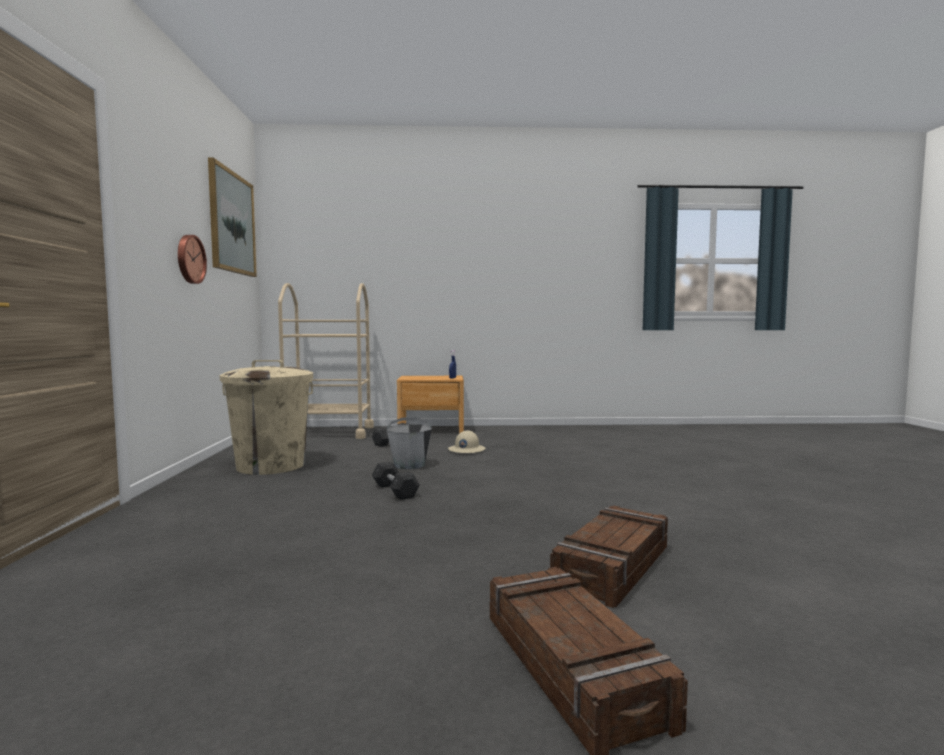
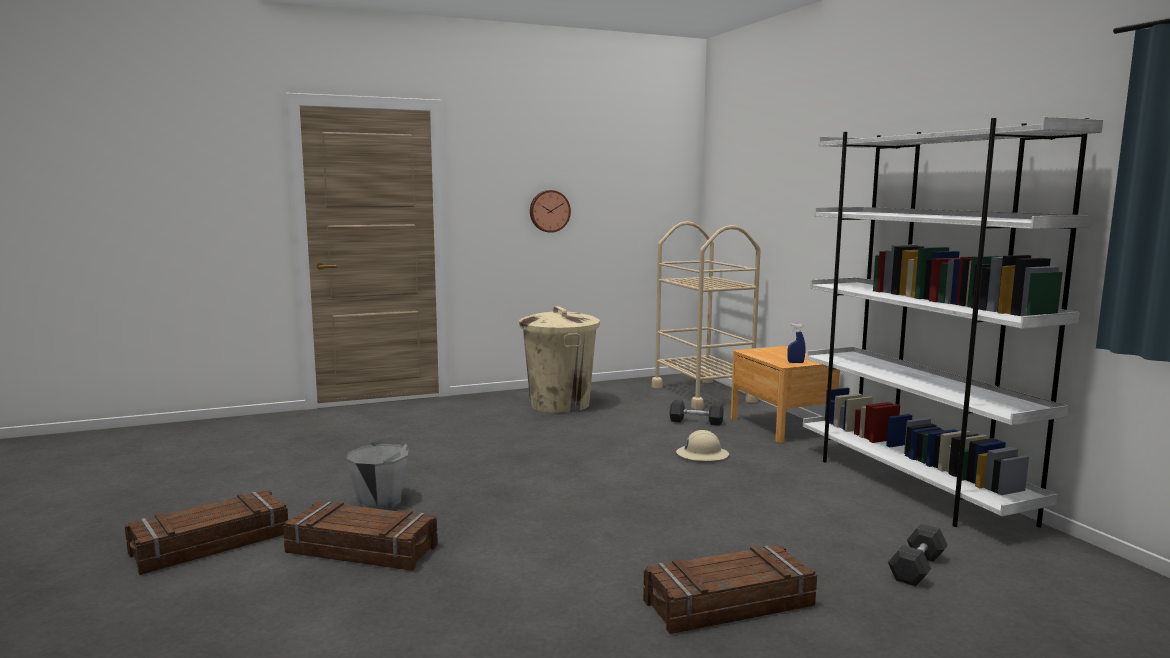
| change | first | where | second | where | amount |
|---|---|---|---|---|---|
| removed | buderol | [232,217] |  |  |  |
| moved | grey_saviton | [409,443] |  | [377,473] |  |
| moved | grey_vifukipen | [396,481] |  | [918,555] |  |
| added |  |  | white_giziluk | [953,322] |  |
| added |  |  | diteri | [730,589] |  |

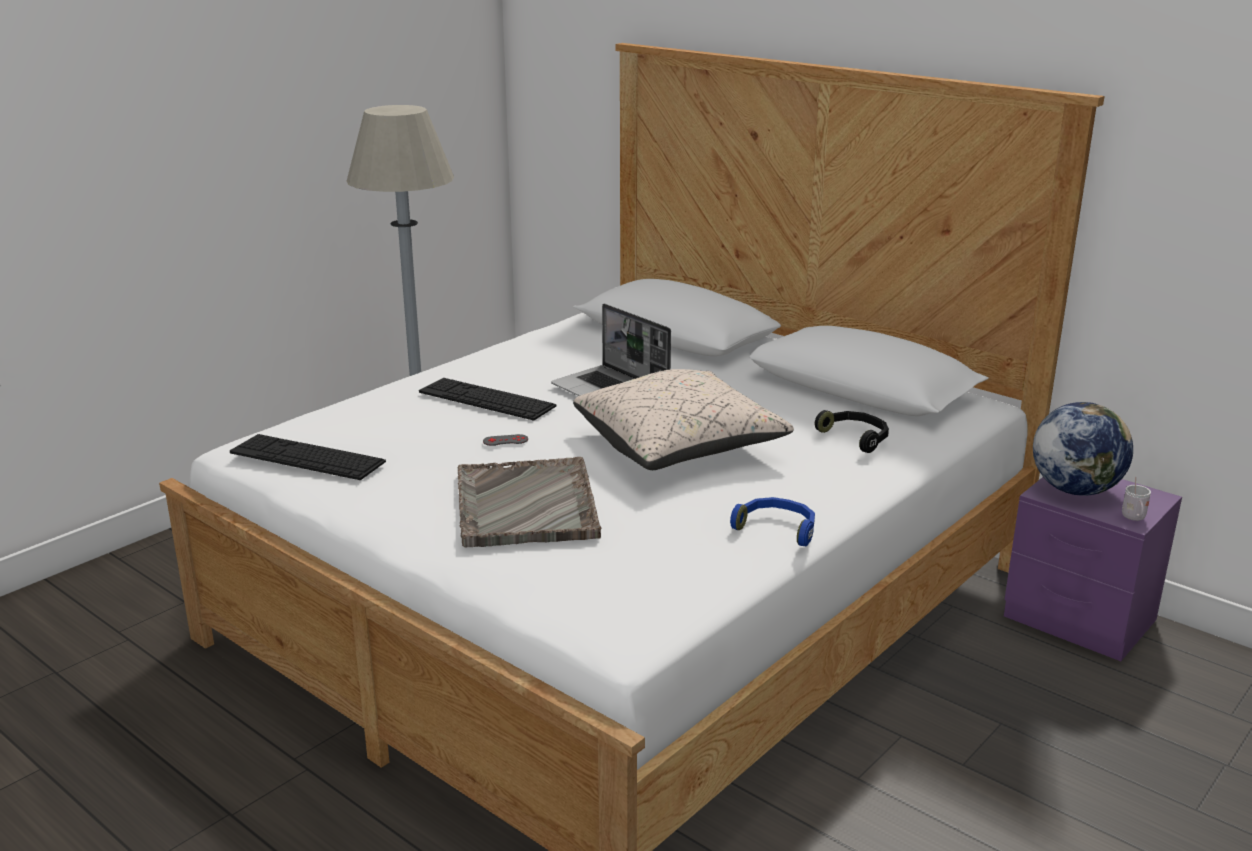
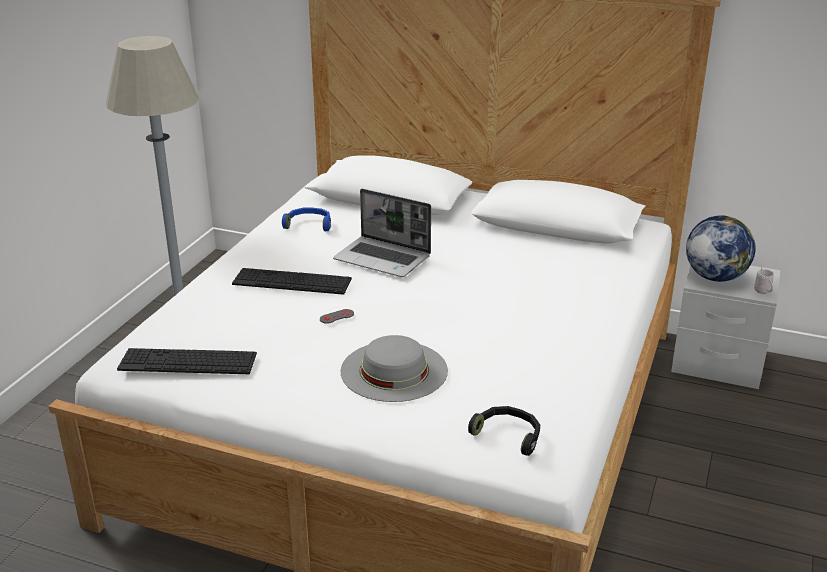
| change | first | where | second | where | amount |
|---|---|---|---|---|---|
| removed | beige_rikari | [683,419] |  |  |  |
| moved | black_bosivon | [852,431] |  | [504,431] |  |
| replaced | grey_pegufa | [529,502] | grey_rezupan | [394,368] |  |
| recoloured | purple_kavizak | [1093,569] | grey_kavizak | [726,327] |  |
| moved | blue_bosivon | [772,521] |  | [306,219] |  |

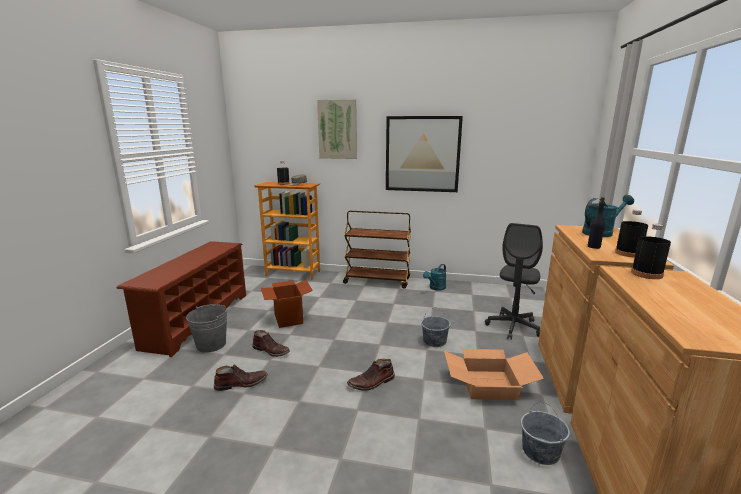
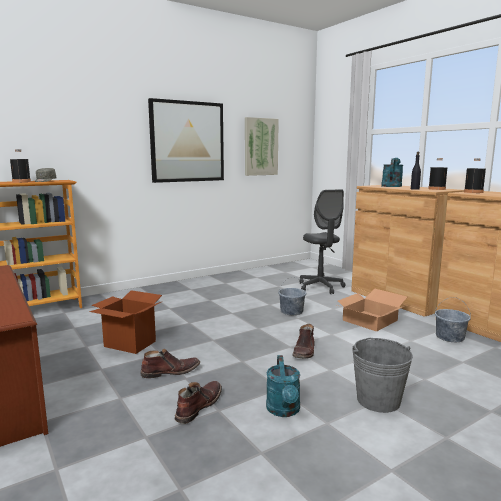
| change | first | where | second | where | amount |
|---|---|---|---|---|---|
| moved | buderol | [337,129] |  | [262,146] |  |
| removed | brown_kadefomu | [377,249] |  |  |  |
| moved | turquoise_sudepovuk | [435,277] |  | [283,386] |  |
| moved | grey_saviton | [206,328] |  | [382,375] |  |

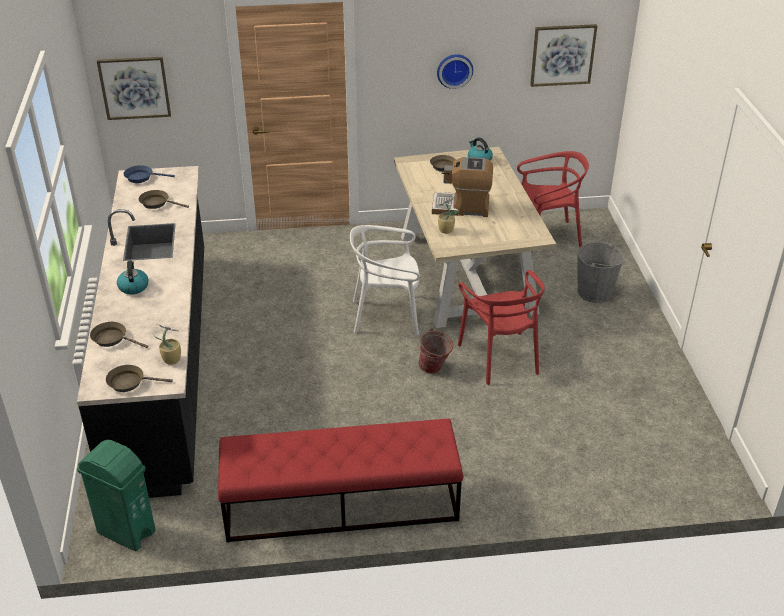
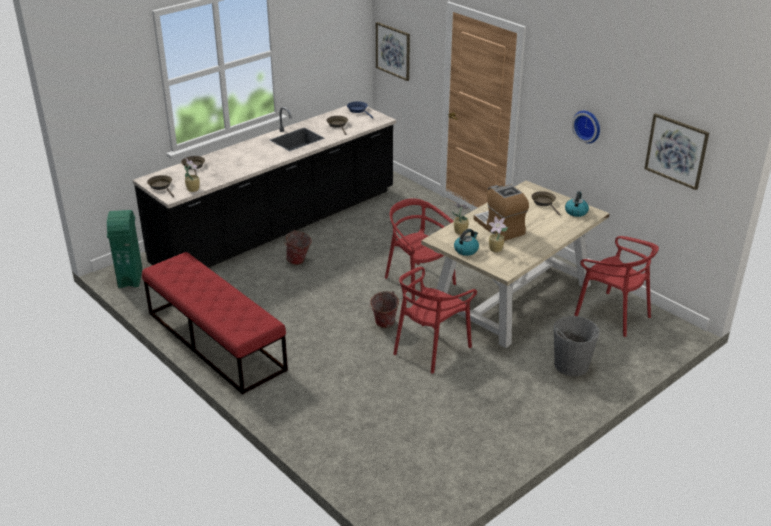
| change | first | where | second | where | amount |
|---|---|---|---|---|---|
| recoloured | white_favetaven | [385,280] | red_favetaven | [420,249] |  |
| moved | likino | [133,278] |  | [466,242] |  |
| added |  |  | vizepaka | [498,234] |  |
| added |  |  | saviton | [298,247] |  |

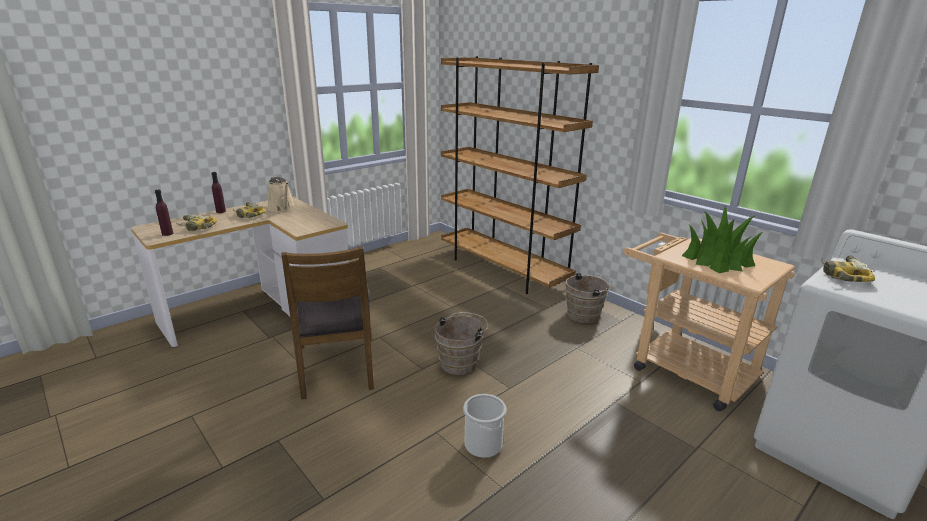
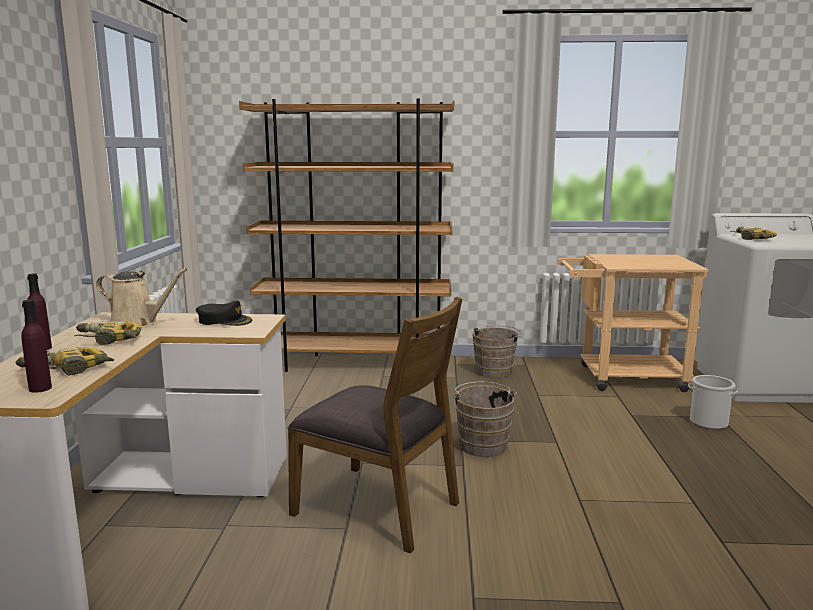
| change | first | where | second | where | amount |
|---|---|---|---|---|---|
| removed | vizepaka | [722,239] |  |  |  |
| moved | saviton | [485,426] |  | [713,402] |  |
| added |  |  | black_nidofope | [224,313] |  |

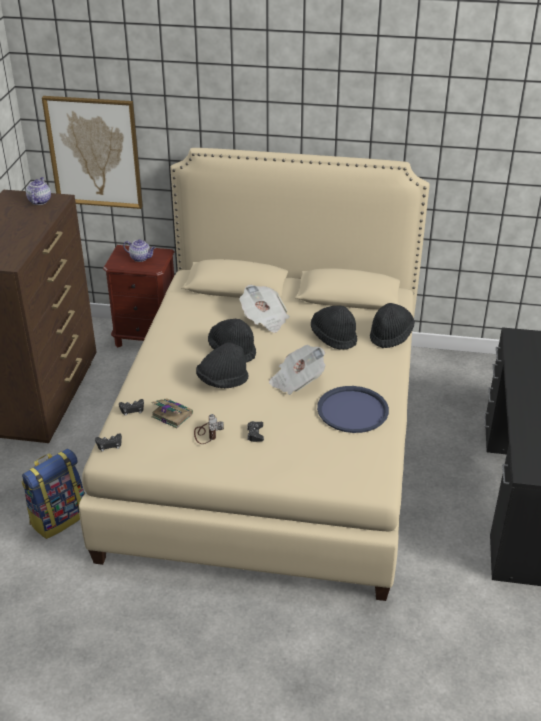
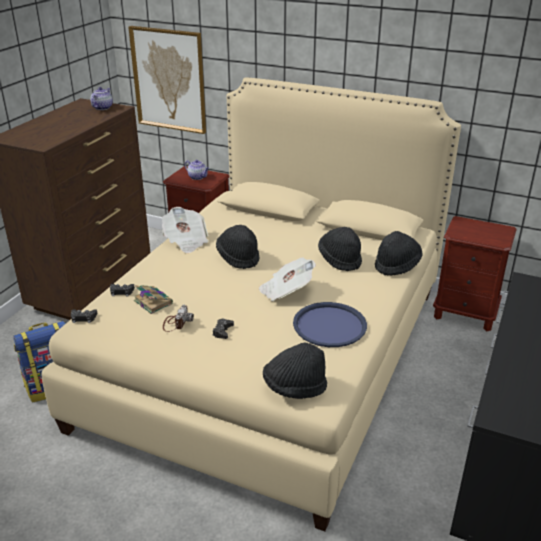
| change | first | where | second | where | amount |
|---|---|---|---|---|---|
| moved | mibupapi | [265,309] |  | [185,230] |  |
| moved | black_rezupan | [222,365] |  | [295,370] |  |
| added |  |  | brown_kavizak | [475,273] |  |

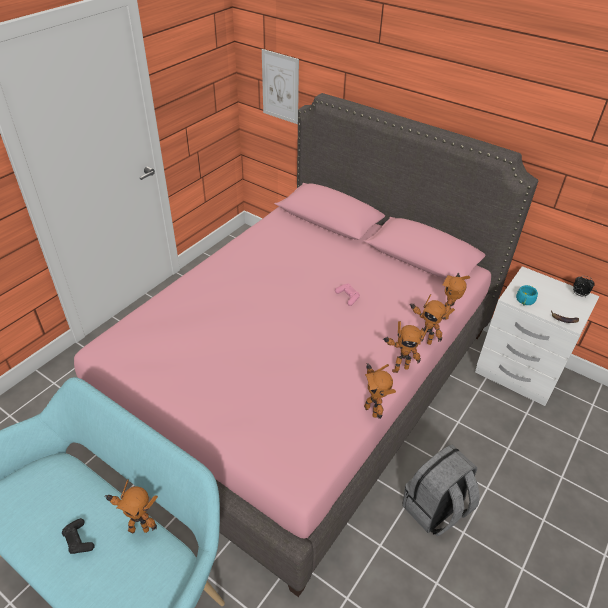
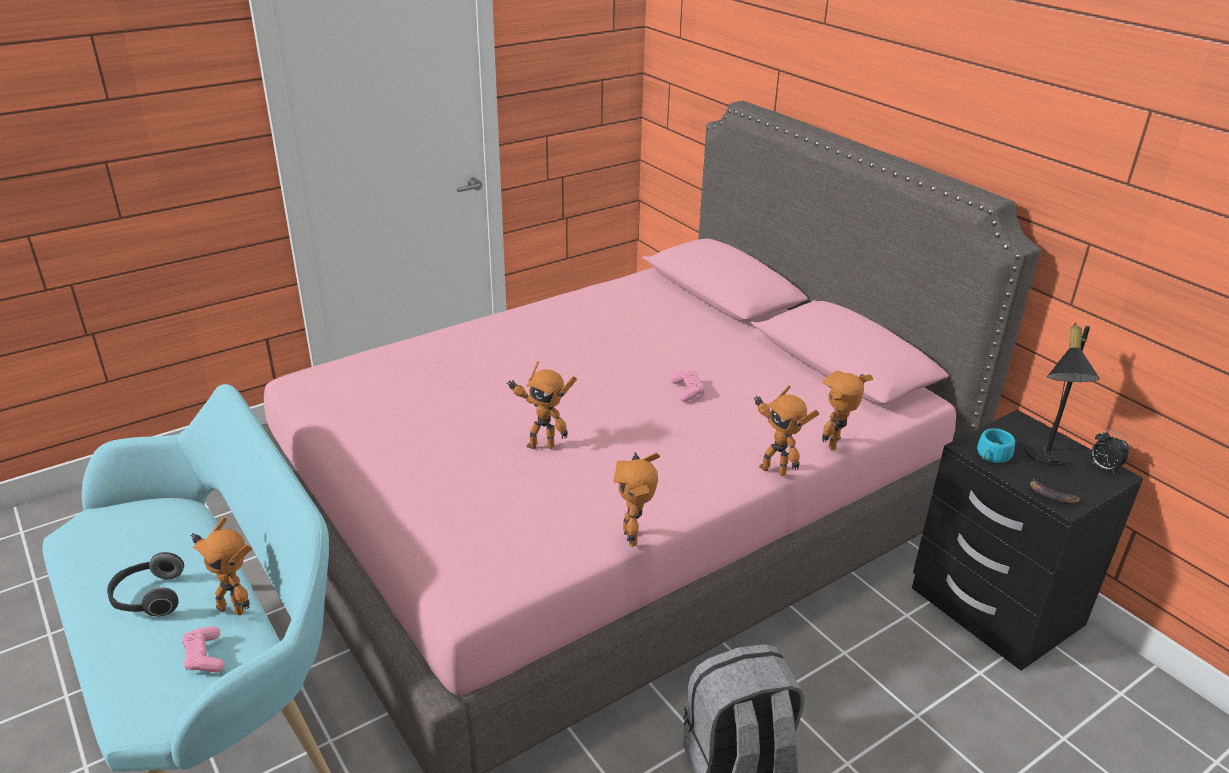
| change | first | where | second | where | amount |
|---|---|---|---|---|---|
| removed | buderol | [280,86] |  |  |  |
| recoloured | white_kavizak | [537,336] | black_kavizak | [1027,540] |  |
| moved | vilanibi | [405,347] |  | [541,405] |  |
| replaced | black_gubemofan | [78,536] | bosivon | [145,584] |  |
| added |  |  | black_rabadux | [1062,394] |  |
| added |  |  | pink_gubemofan | [203,649] |  |

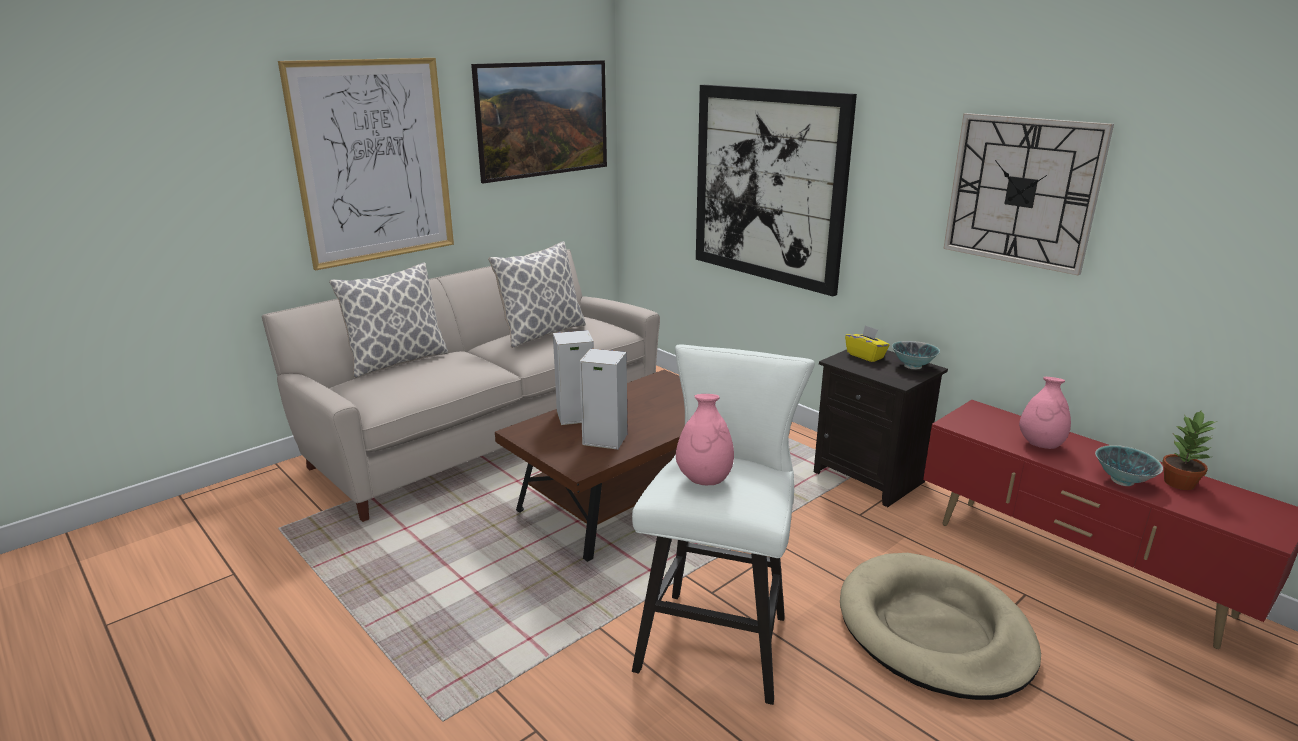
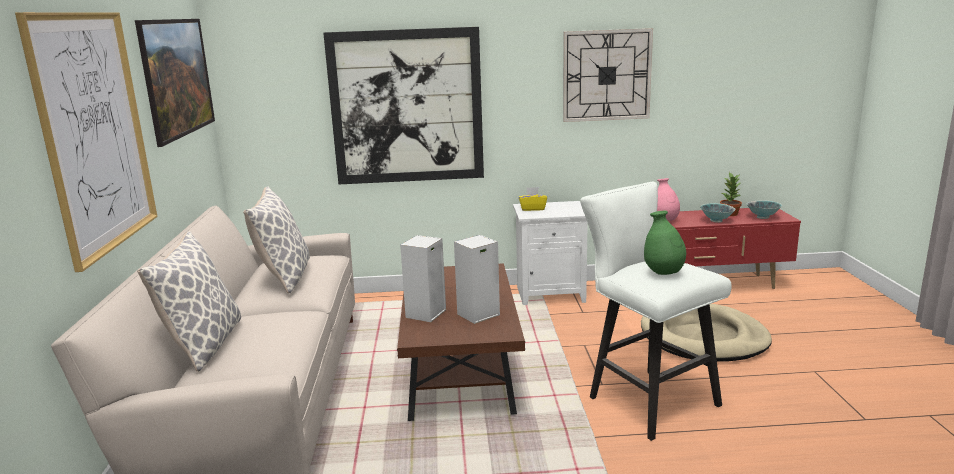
| change | first | where | second | where | amount |
|---|---|---|---|---|---|
| moved | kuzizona | [916,355] |  | [764,210] |  |
| recoloured | black_kavizak | [881,428] | white_kavizak | [550,253] |  |
| recoloured | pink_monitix | [705,439] | green_monitix | [665,243] |  |

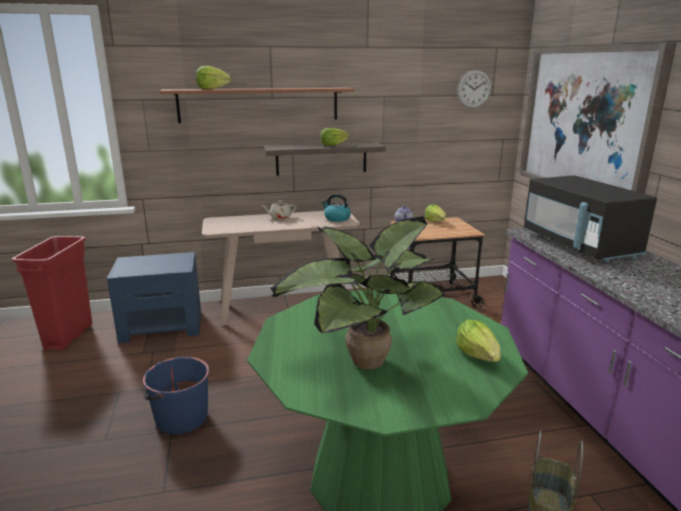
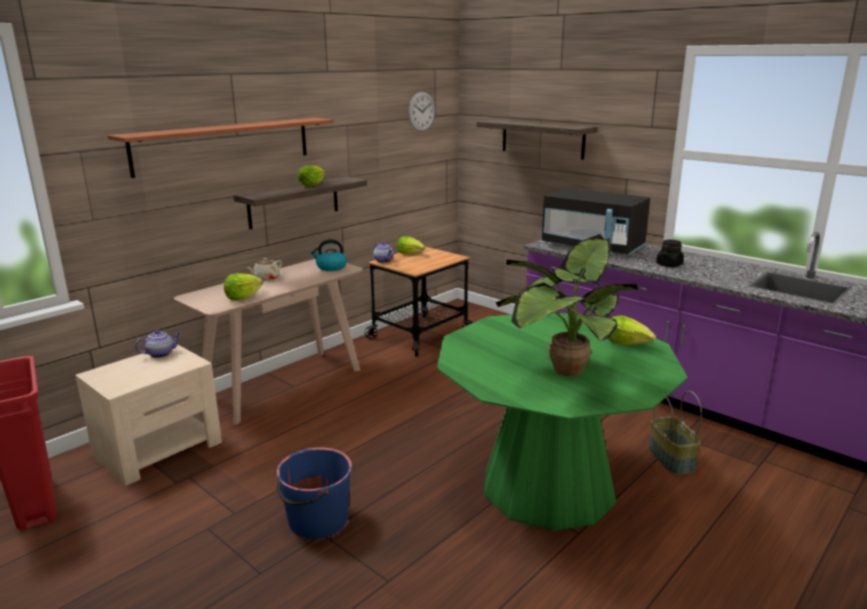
| change | first | where | second | where | amount |
|---|---|---|---|---|---|
| replaced | buderol | [598,118] | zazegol | [537,139] |  |
| moved | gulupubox | [214,77] |  | [243,287] |  |
| recoloured | blue_kavizak | [154,298] | beige_kavizak | [148,415] |  |
| added |  |  | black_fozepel | [670,253] |  |
| added |  |  | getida | [158,344] |  |

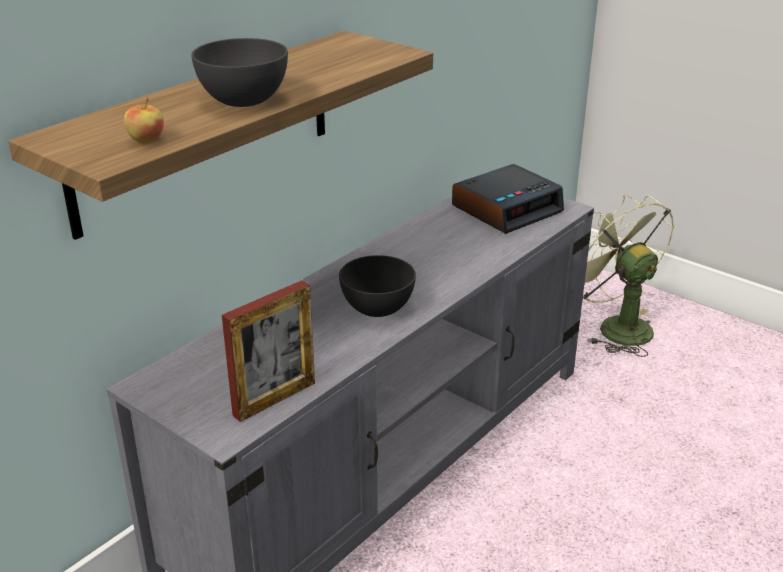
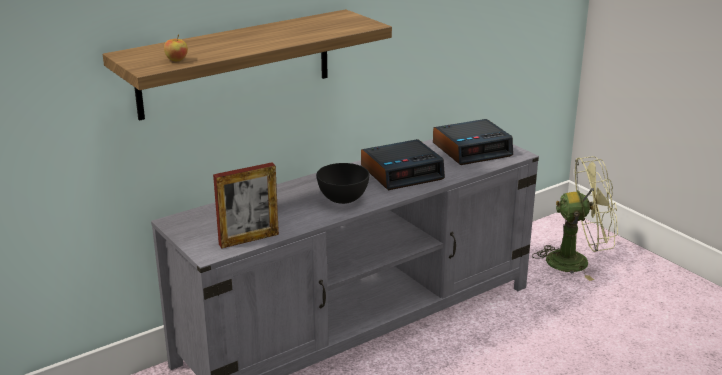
| change | first | where | second | where | amount |
|---|---|---|---|---|---|
| removed | grey_kuzizona | [239,72] |  |  |  |
| turned | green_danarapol | [628,275] |  | [575,218] | 105 degrees clockwise |
| added |  |  | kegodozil | [403,164] |  |

